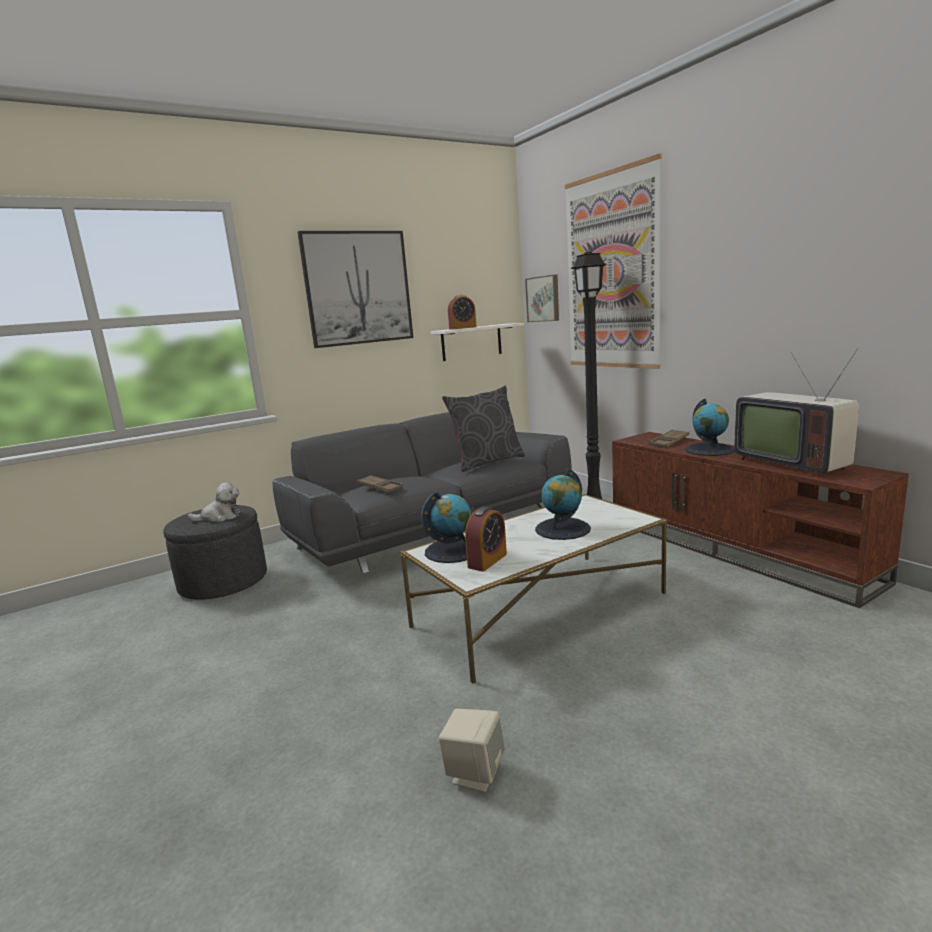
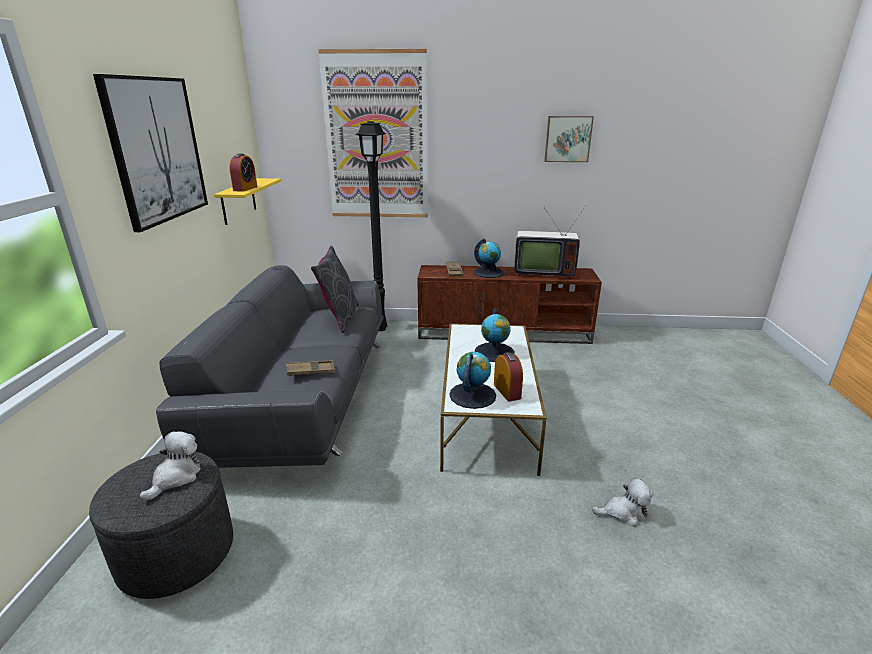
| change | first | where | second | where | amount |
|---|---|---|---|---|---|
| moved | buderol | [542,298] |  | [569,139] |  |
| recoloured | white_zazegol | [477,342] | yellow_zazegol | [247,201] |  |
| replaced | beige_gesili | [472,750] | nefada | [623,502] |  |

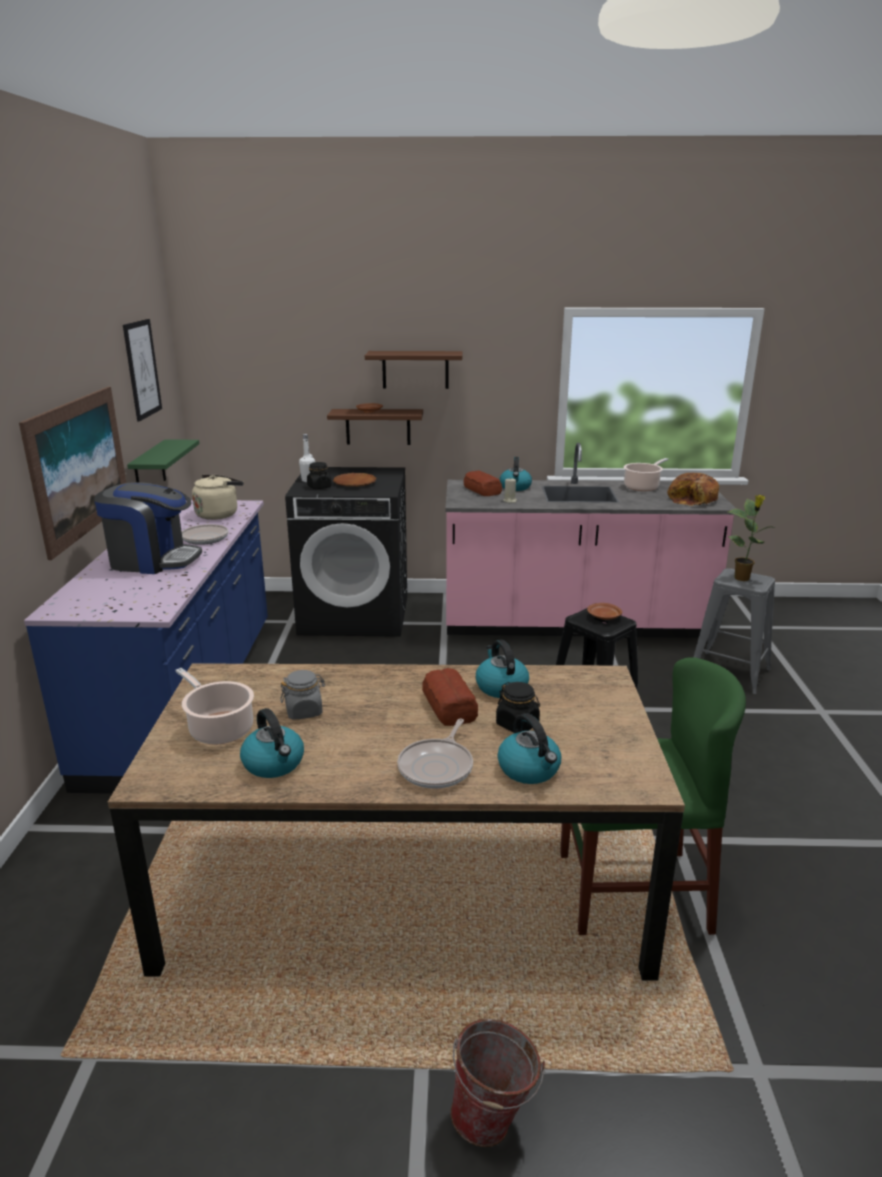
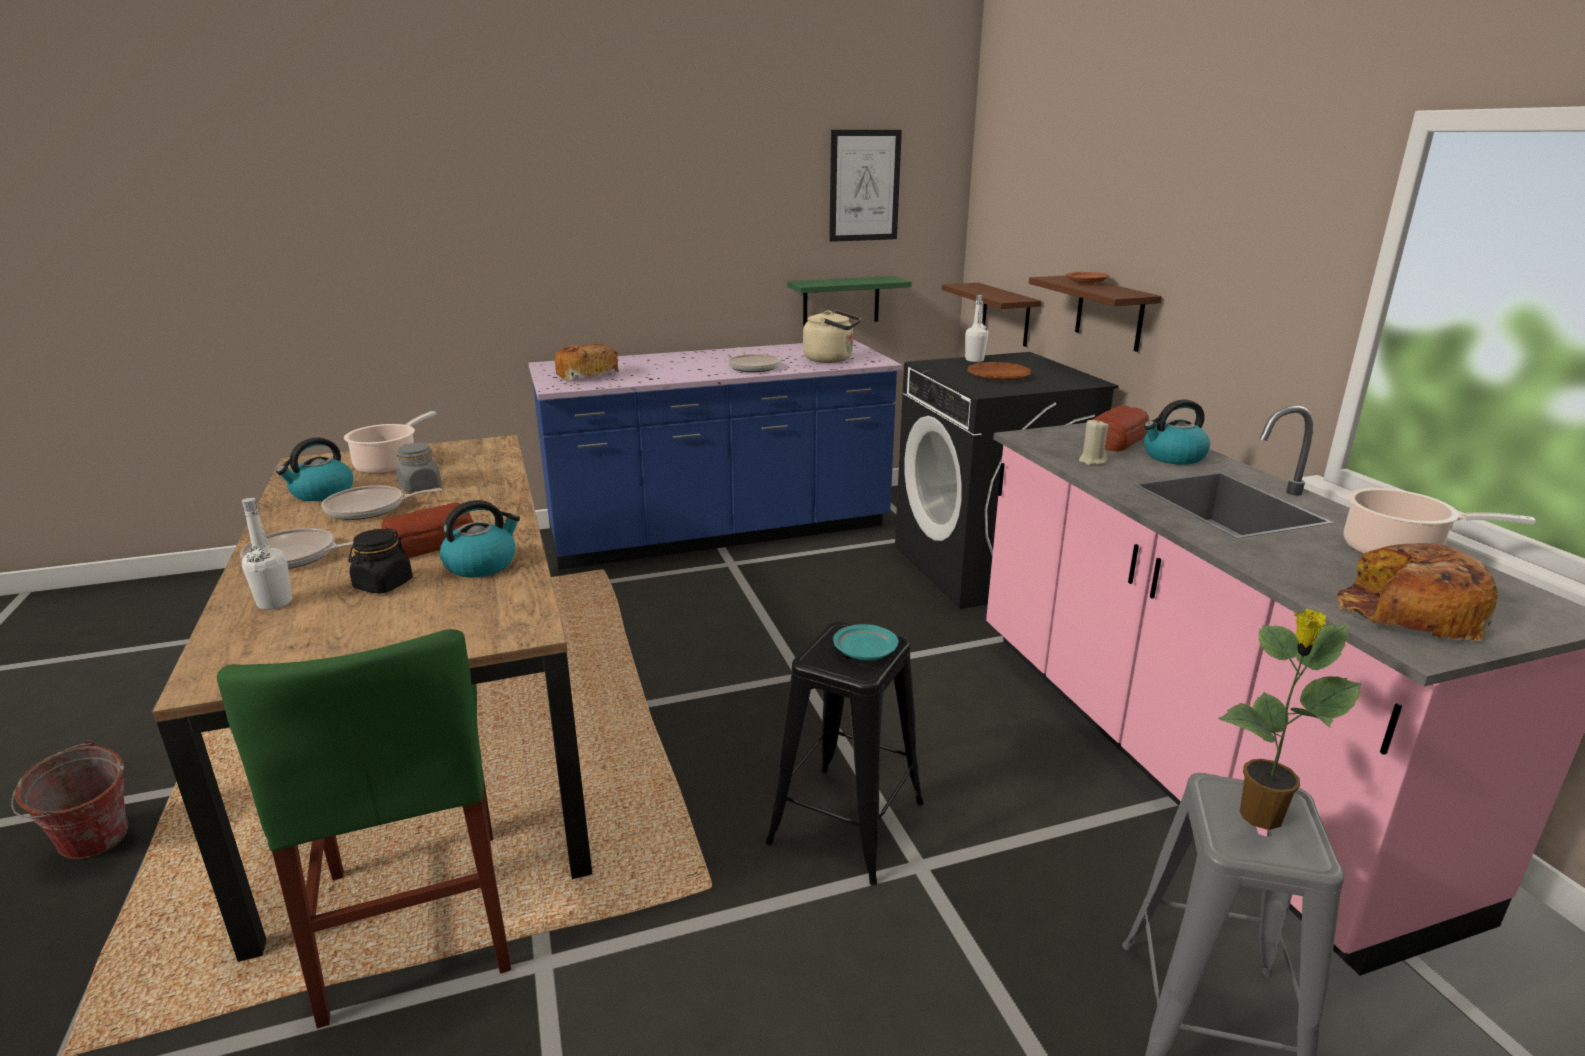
| change | first | where | second | where | amount |
|---|---|---|---|---|---|
| moved | brown_zazegol | [413,370] |  | [991,315] |  |
| removed | buderol | [72,473] |  |  |  |
| removed | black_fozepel | [319,475] |  |  |  |
| removed | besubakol | [148,528] |  |  |  |
| recoloured | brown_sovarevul | [604,611] | turquoise_sovarevul | [866,642] |  |
| replaced | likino | [529,748] | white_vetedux | [266,554] |  |
| added |  |  | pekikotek | [587,362] |  |
| added |  |  | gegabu | [382,502] |  |

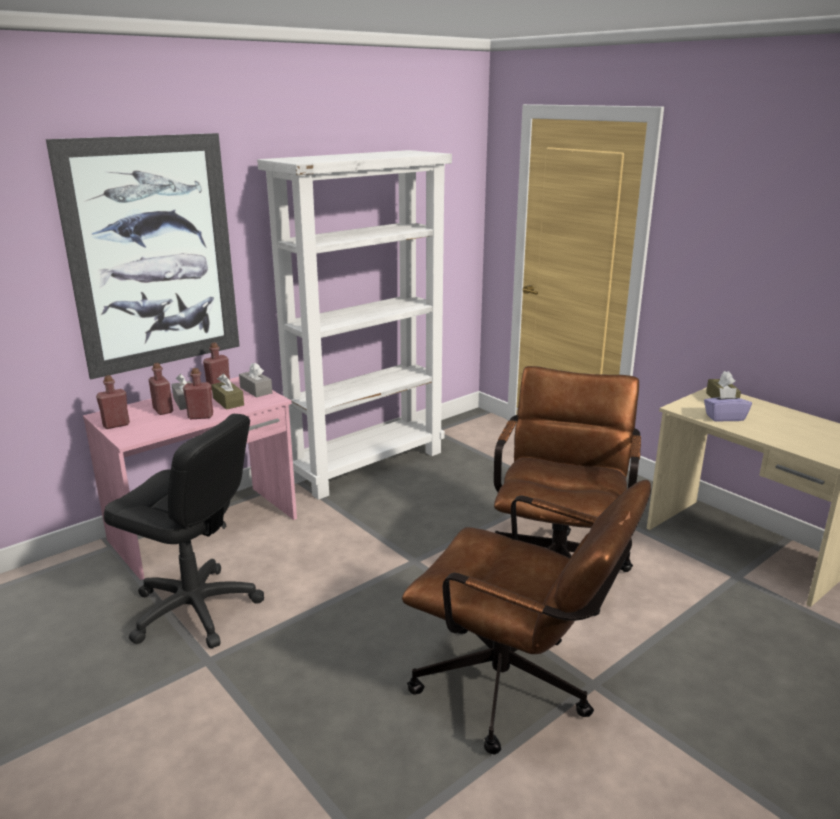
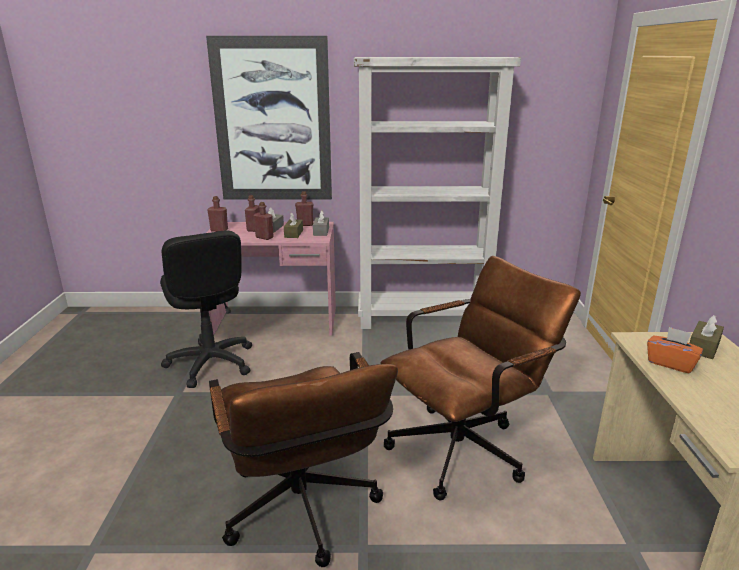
| change | first | where | second | where | amount |
|---|---|---|---|---|---|
| recoloured | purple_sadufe | [728,405] | orange_sadufe | [675,350] |  |

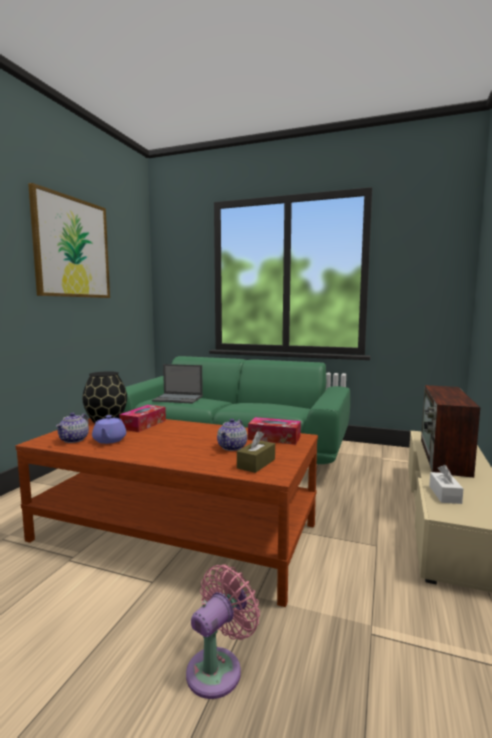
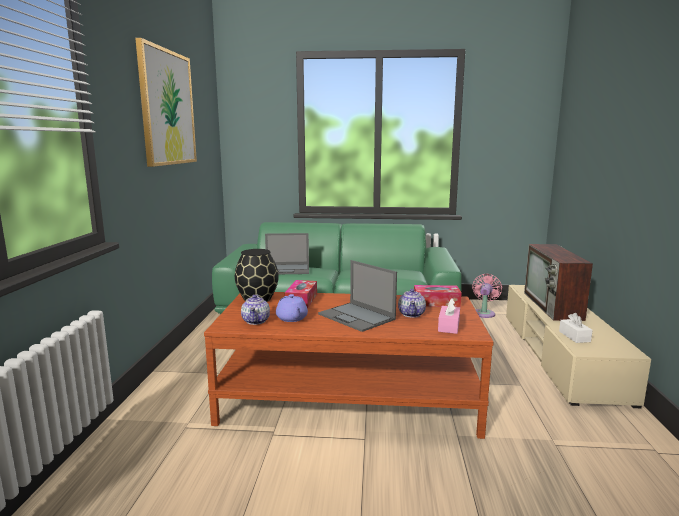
| change | first | where | second | where | amount |
|---|---|---|---|---|---|
| recoloured | brown_sadufe | [256,452] | pink_sadufe | [449,316] |  |
| moved | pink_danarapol | [223,631] |  | [487,296] |  |
| added |  |  | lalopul | [357,296] |  |

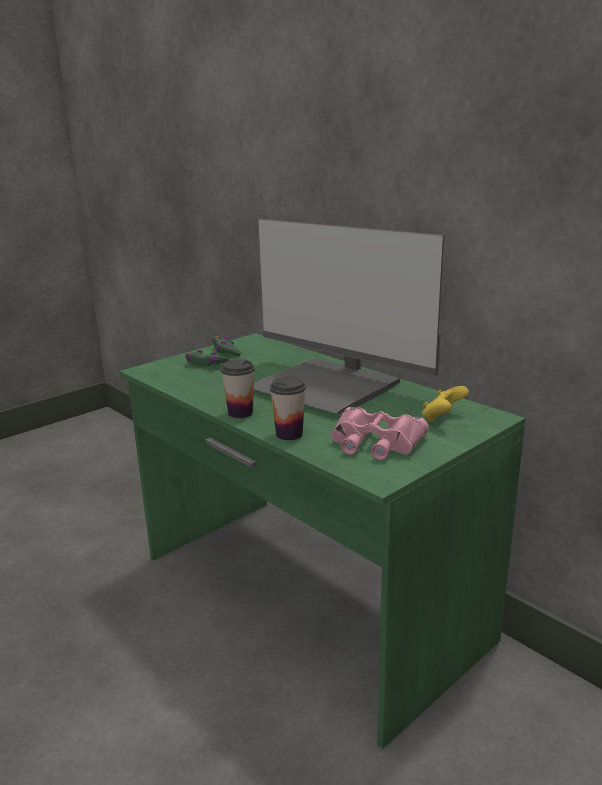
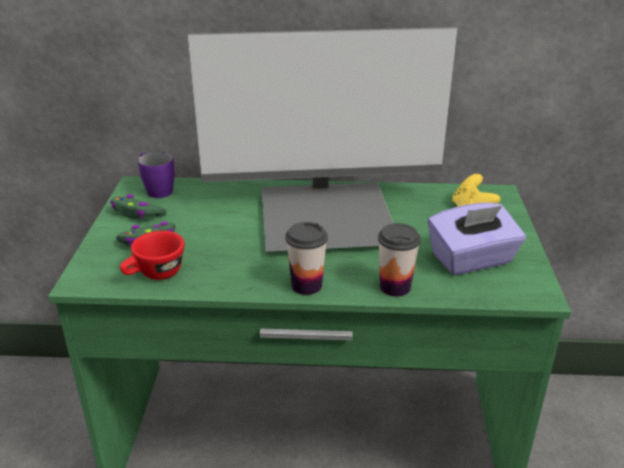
| change | first | where | second | where | amount |
|---|---|---|---|---|---|
| replaced | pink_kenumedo | [380,433] | purple_sadufe | [477,238] |  |
| added |  |  | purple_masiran | [156,175] |  |
| added |  |  | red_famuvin | [152,255] |  |

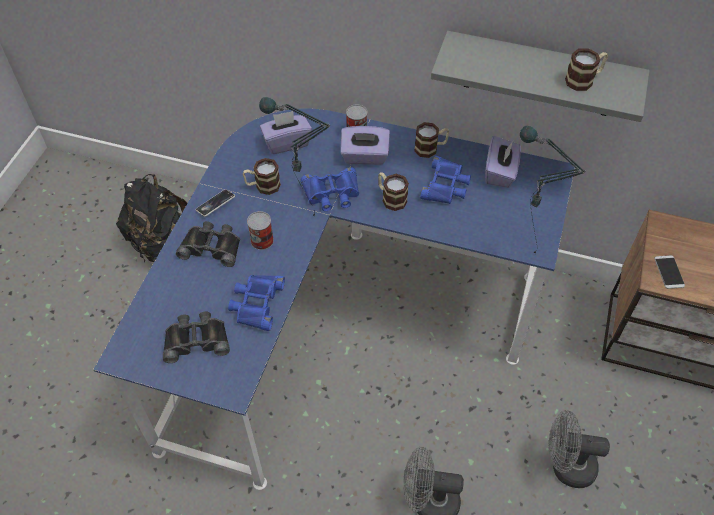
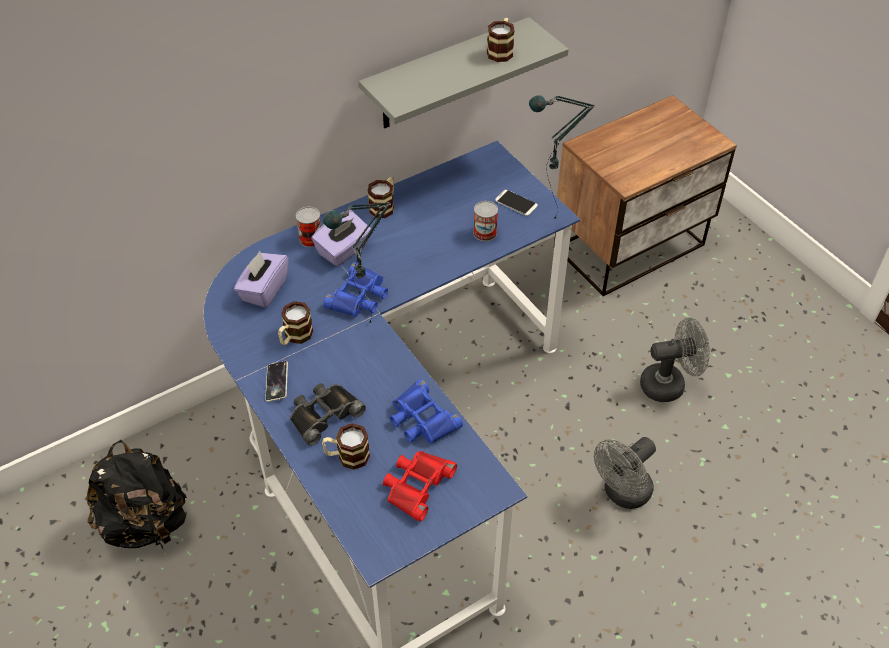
| change | first | where | second | where | amount |
|---|---|---|---|---|---|
| removed | purple_sadufe | [503,162] |  |  |  |
| removed | blue_kenumedo | [445,179] |  |  |  |
| moved | masiran | [393,191] |  | [346,446] |  |
| moved | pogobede | [260,230] |  | [485,221] |  |
| moved | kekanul | [669,272] |  | [516,203] |  |
| recoloured | black_kenumedo | [196,337] | red_kenumedo | [420,486] |  |
| turned | grey_danarapol | [579,449] |  | [675,359] | 150 degrees counterclockwise |

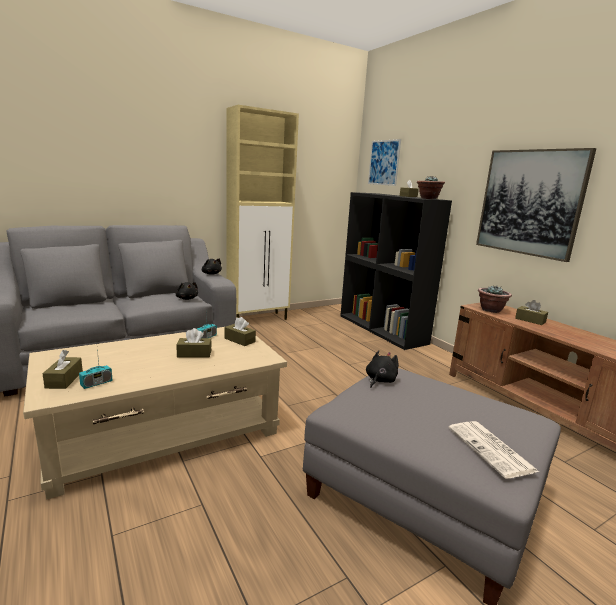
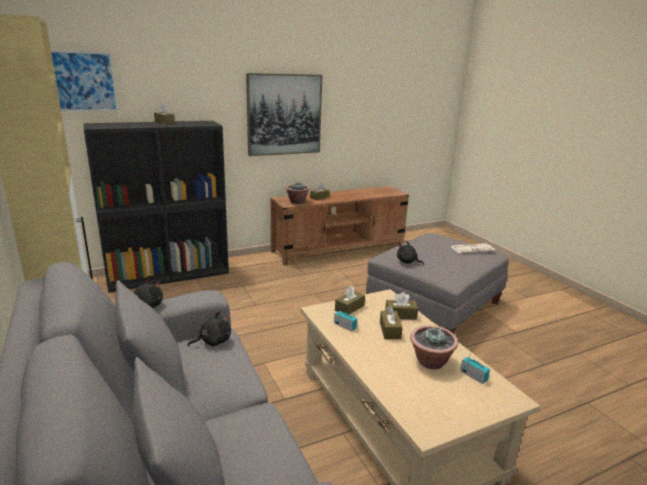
| change | first | where | second | where | amount |
|---|---|---|---|---|---|
| moved | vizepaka | [431,187] |  | [434,347] |  |
| moved | brown_sadufe | [62,369] |  | [401,306] |  |

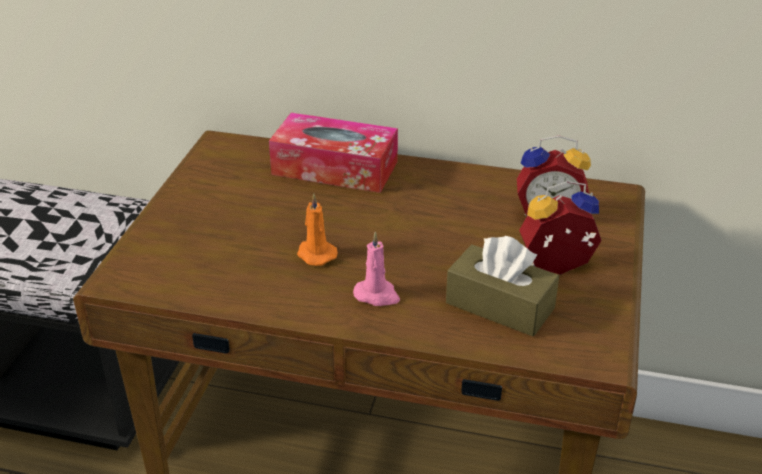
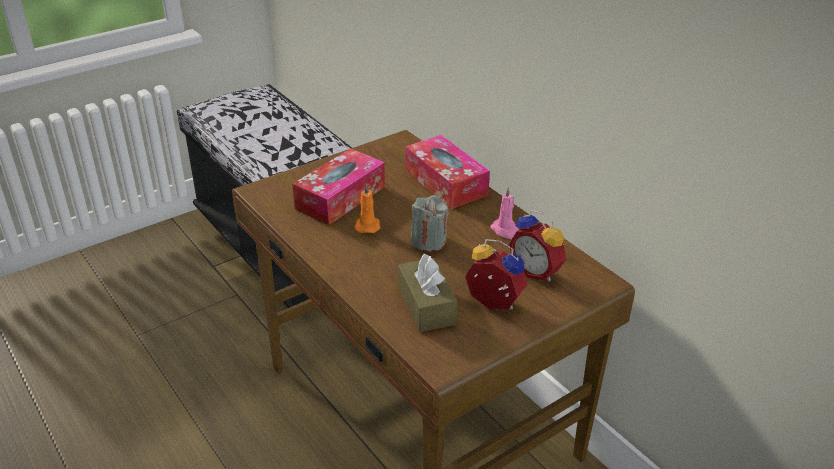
| change | first | where | second | where | amount |
|---|---|---|---|---|---|
| moved | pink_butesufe | [376,268] |  | [504,213] |  |
| added |  |  | sadufe | [338,186] |  |
| added |  |  | grey_butesufe | [430,223] |  |

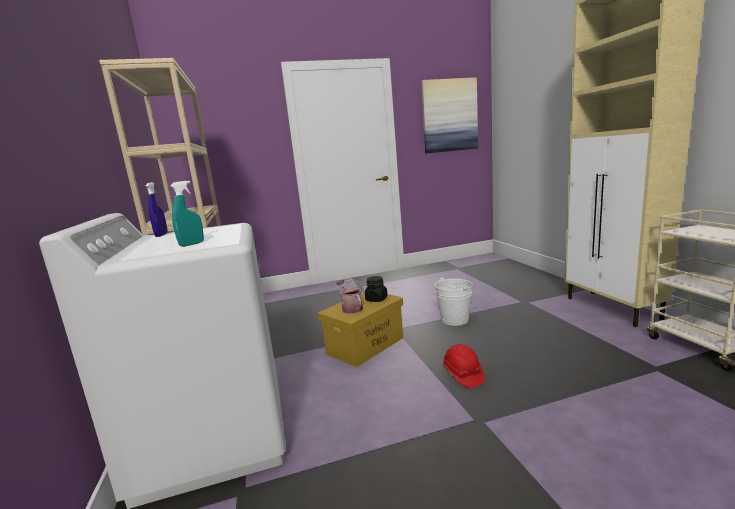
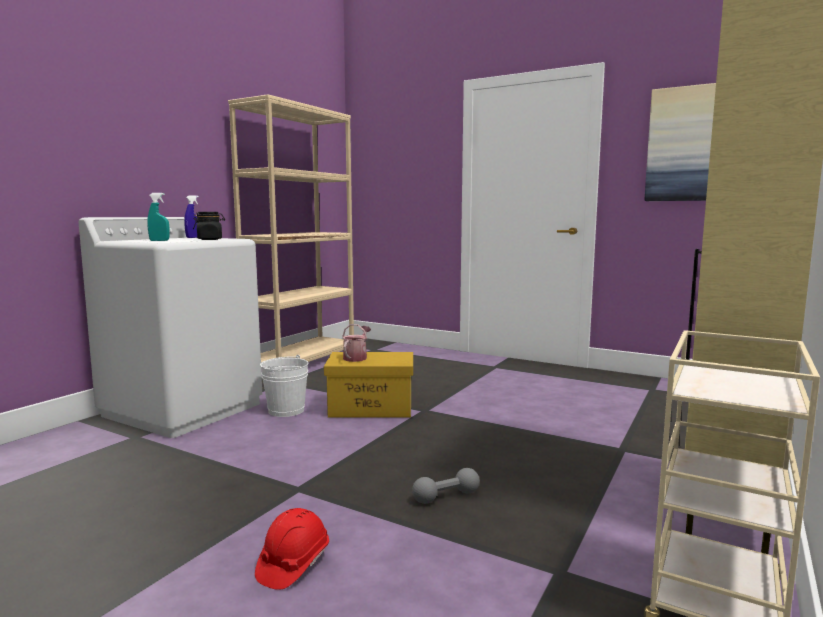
| change | first | where | second | where | amount |
|---|---|---|---|---|---|
| moved | black_fozepel | [376,289] |  | [209,226] |  |
| moved | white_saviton | [453,301] |  | [284,386] |  |
| moved | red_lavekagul | [464,366] |  | [292,549] |  |
| added |  |  | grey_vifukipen | [446,486] |  |

